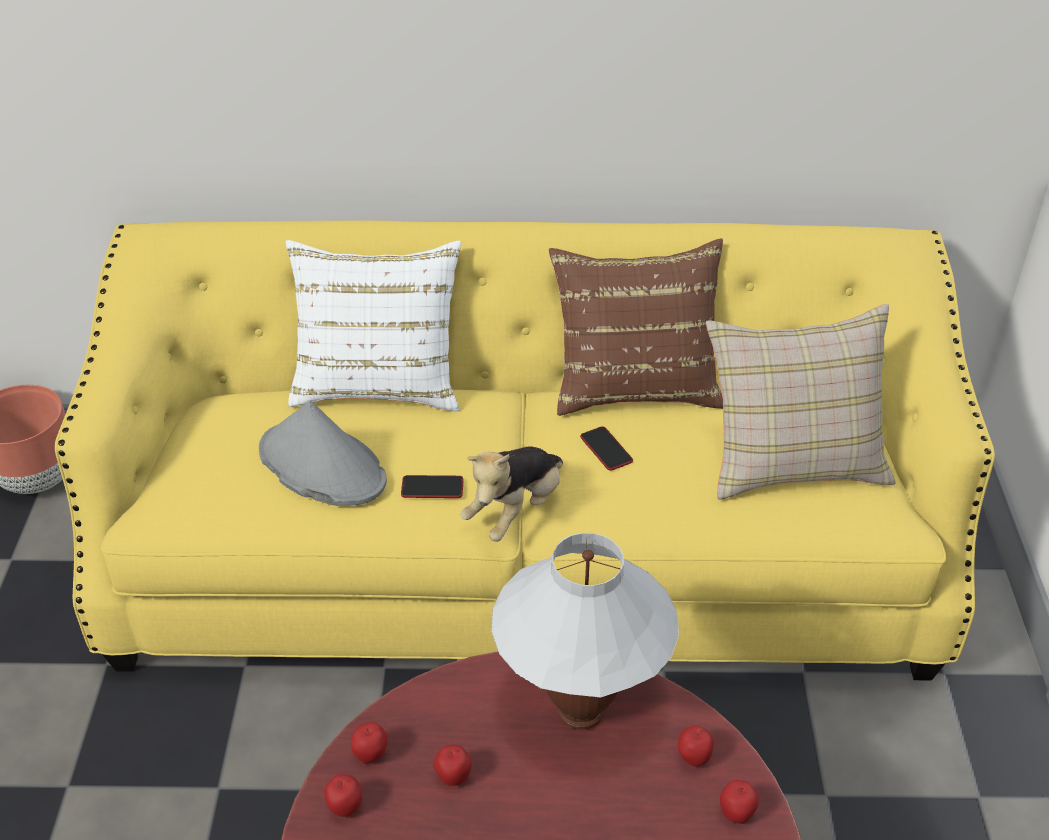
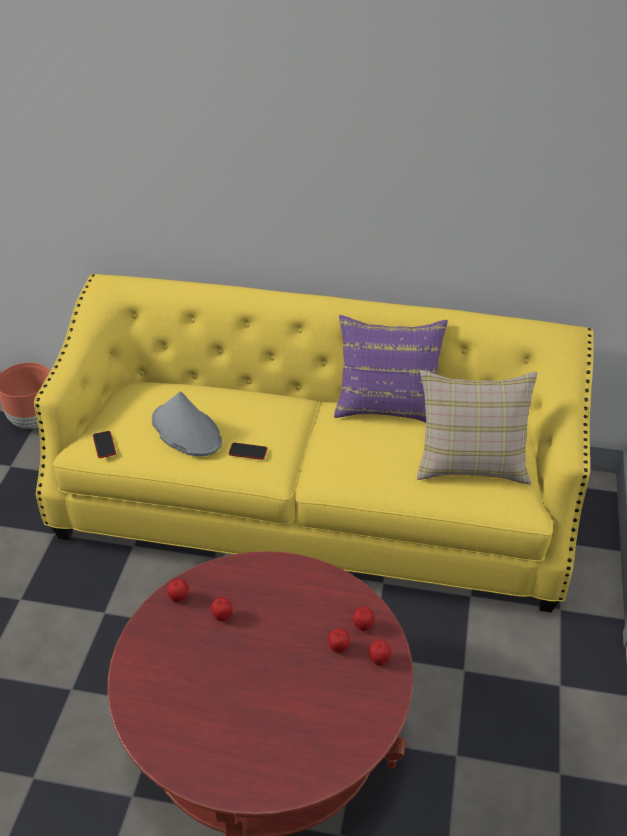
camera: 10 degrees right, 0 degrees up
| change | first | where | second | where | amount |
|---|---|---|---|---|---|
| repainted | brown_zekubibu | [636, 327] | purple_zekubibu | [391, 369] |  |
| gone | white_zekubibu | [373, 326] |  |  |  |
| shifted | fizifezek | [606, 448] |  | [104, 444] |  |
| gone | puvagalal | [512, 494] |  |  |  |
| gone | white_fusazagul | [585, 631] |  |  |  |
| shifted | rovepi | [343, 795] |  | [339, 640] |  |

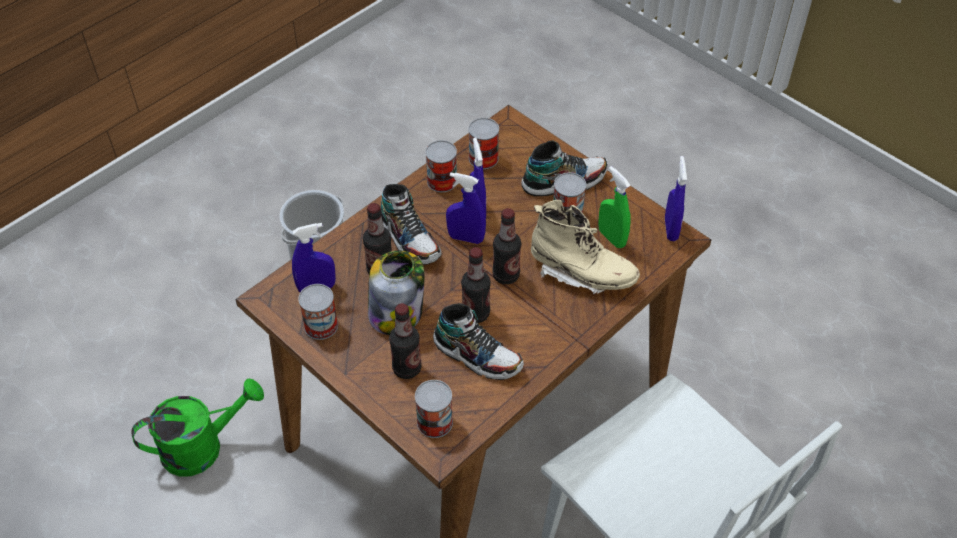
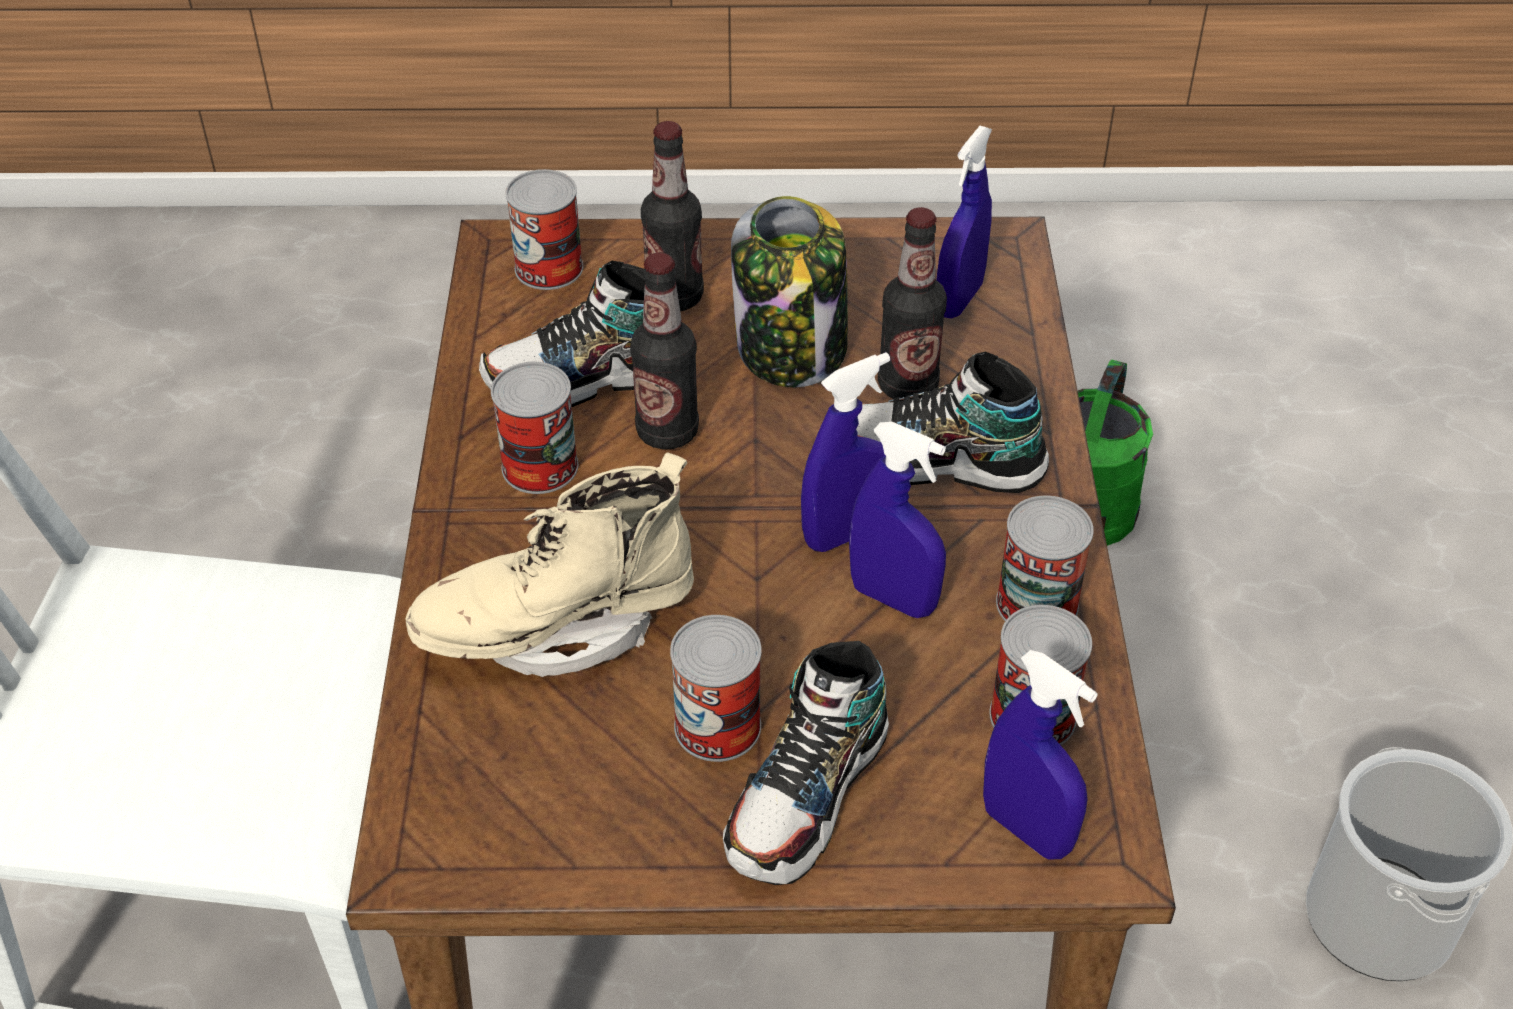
camera: 135 degrees right, 5 degrees down
| change | first | where | second | where | amount |
|---|---|---|---|---|---|
| shifted | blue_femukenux | [676, 198] |  | [1040, 755] |  |
| gone | green_femukenux | [614, 207] |  |  |  |
| gone | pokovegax | [506, 246] |  |  |  |
| shifted | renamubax | [318, 312] |  | [534, 428] |  |

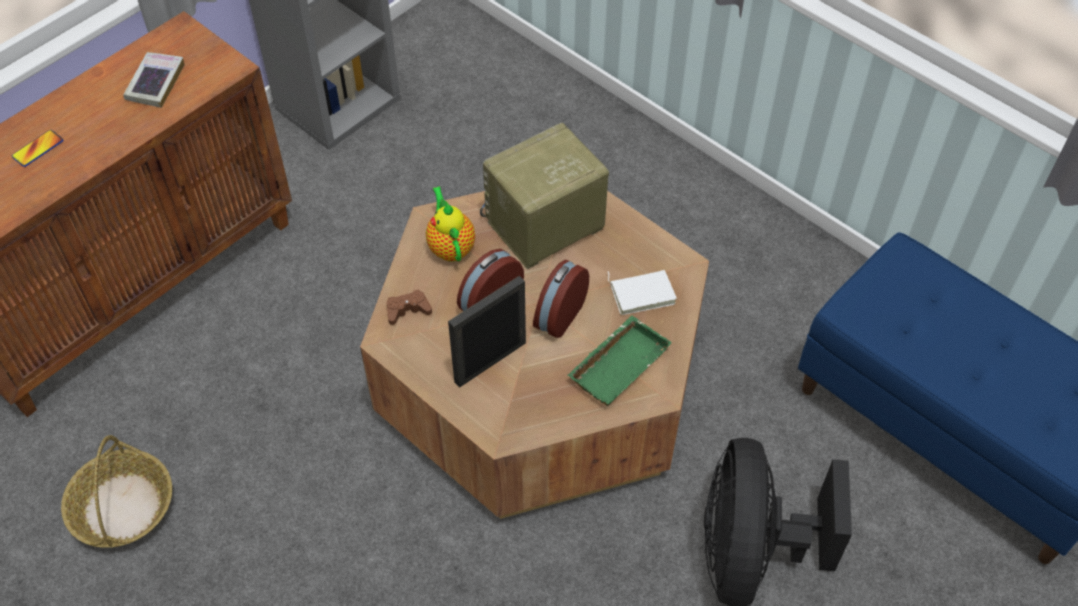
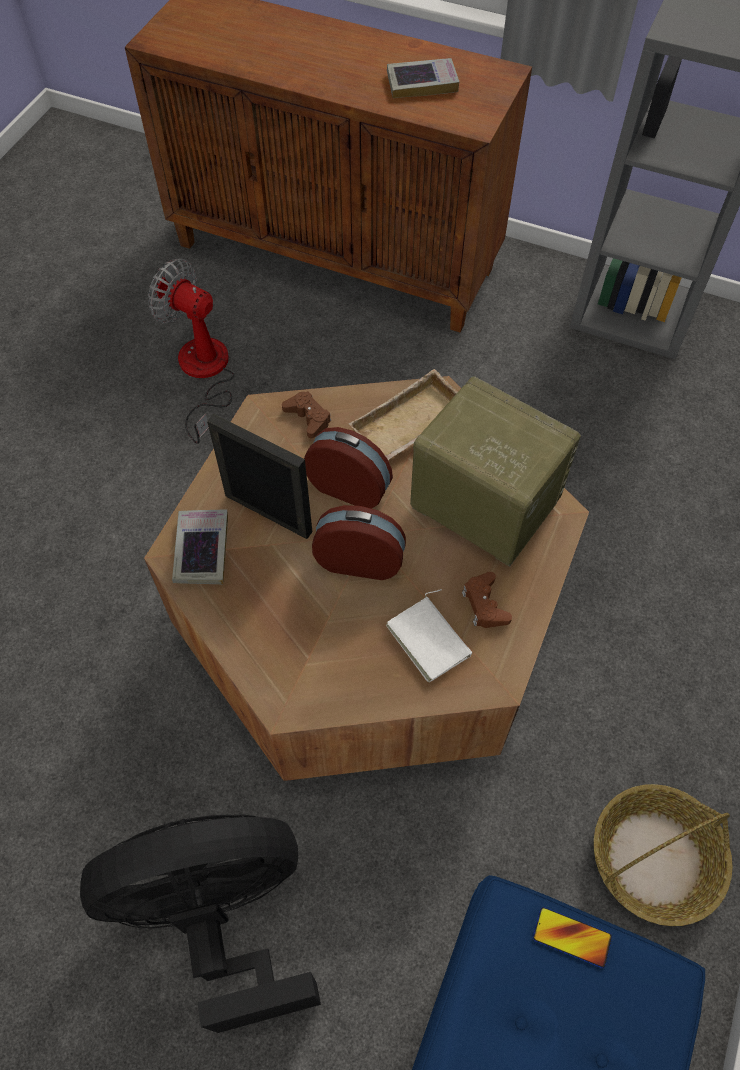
camera: 70 degrees right, 5 degrees up
| change | first | where | second | where | amount |
|---|---|---|---|---|---|
| shifted | fizifezek | [38, 148] |  | [572, 937] |  |
| swapped | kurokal | [450, 224] | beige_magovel | [403, 414] |  |
| gone | green_magovel | [620, 360] |  |  |  |
| shifted | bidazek | [116, 491] |  | [663, 855] |  |
| new |  |  | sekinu | [191, 351] |  |
| new |  |  | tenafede | [200, 547] |  |
| new |  |  | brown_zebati | [487, 600] |  |

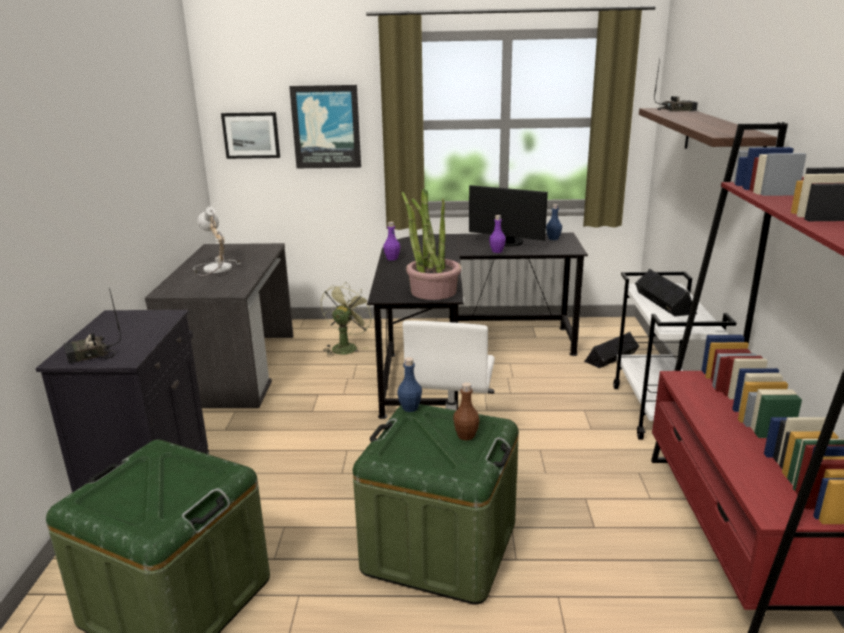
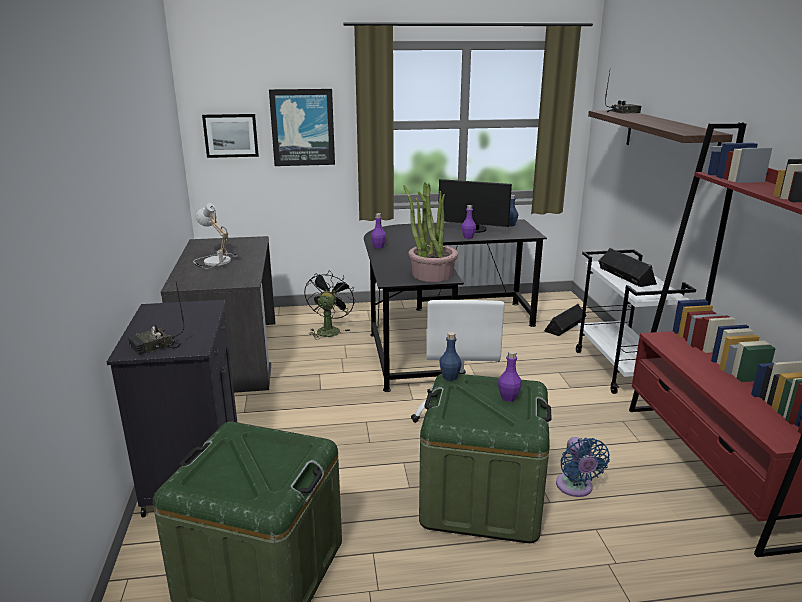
camera: 10 degrees left, 0 degrees up
| change | first | where | second | where | amount |
|---|---|---|---|---|---|
| repainted | green_sekinu | [347, 319] | black_sekinu | [330, 305] |  |
| repainted | brown_pokovegax | [466, 411] | purple_pokovegax | [510, 375] |  |
| new |  |  | blue_sekinu | [583, 467] |  |

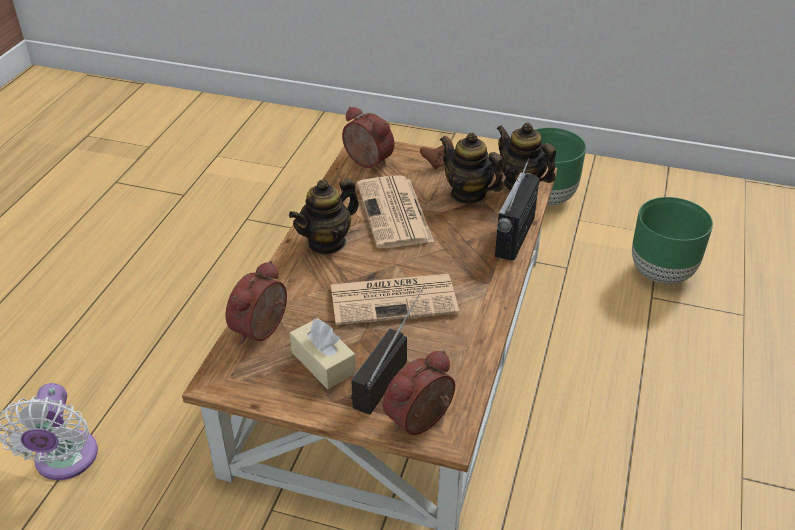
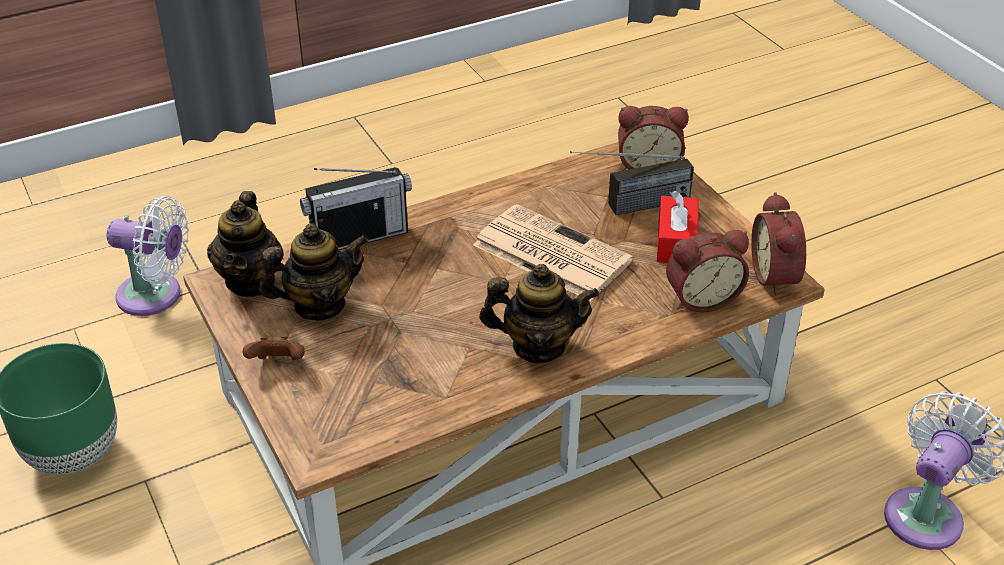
camera: 135 degrees left, 0 degrees up
| change | first | where | second | where | amount |
|---|---|---|---|---|---|
| shifted | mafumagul | [368, 137] |  | [778, 244] |  |
| rotated | kurokal | [472, 168] |  | [314, 272] | 105 degrees counterclockwise |
| gone | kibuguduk | [395, 211] |  |  |  |
| swapped | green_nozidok | [672, 240] | white_sekinu | [147, 256] |  |
| repainted | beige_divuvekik | [323, 353] | red_divuvekik | [678, 227] |  |

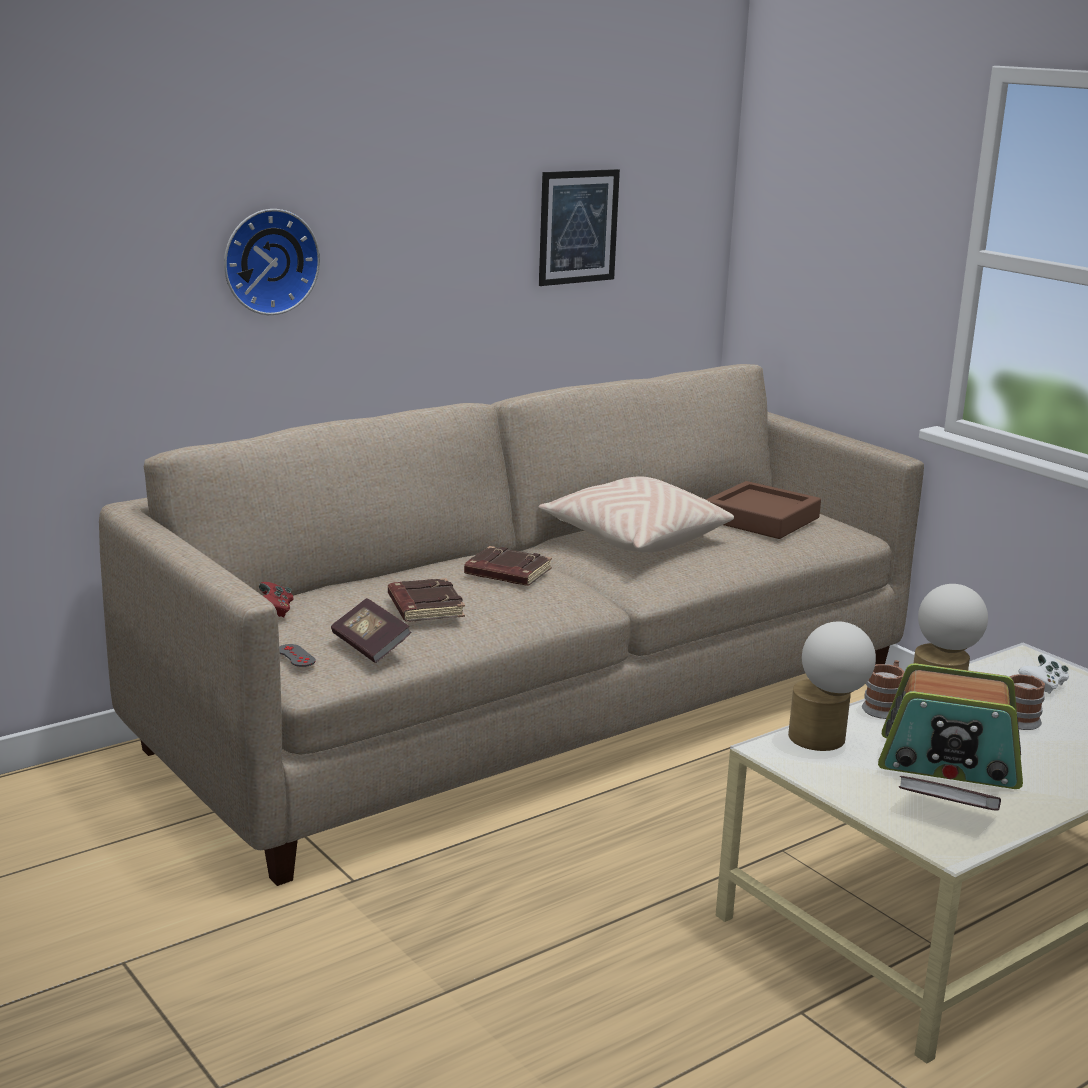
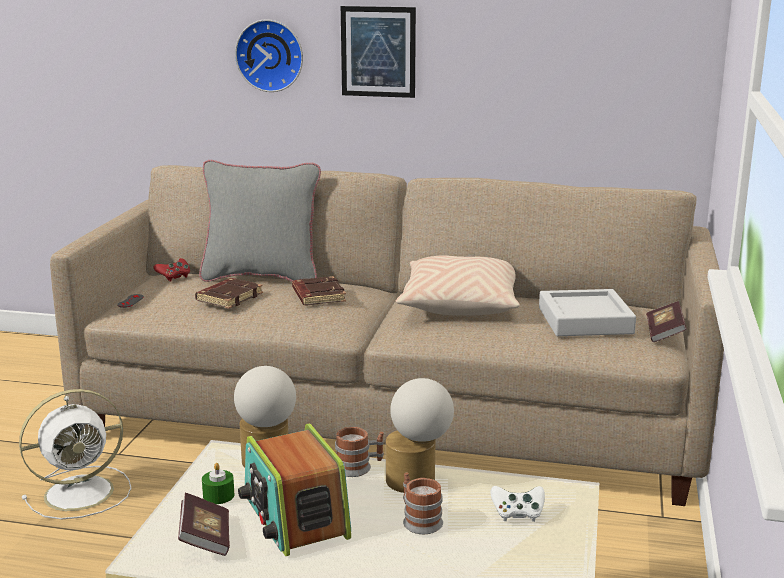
camera: 50 degrees right, 0 degrees up
| change | first | where | second | where | amount |
|---|---|---|---|---|---|
| shifted | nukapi | [579, 227] |  | [378, 52] |  |
| repainted | brown_magovel | [763, 510] | grey_magovel | [587, 312] |  |
| shifted | tenafede | [371, 630] |  | [666, 321] |  |
| new |  |  | grey_zekubibu | [260, 221] |  |
| new |  |  | white_sekinu | [75, 454] |  |
| new |  |  | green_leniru | [218, 483] |  |

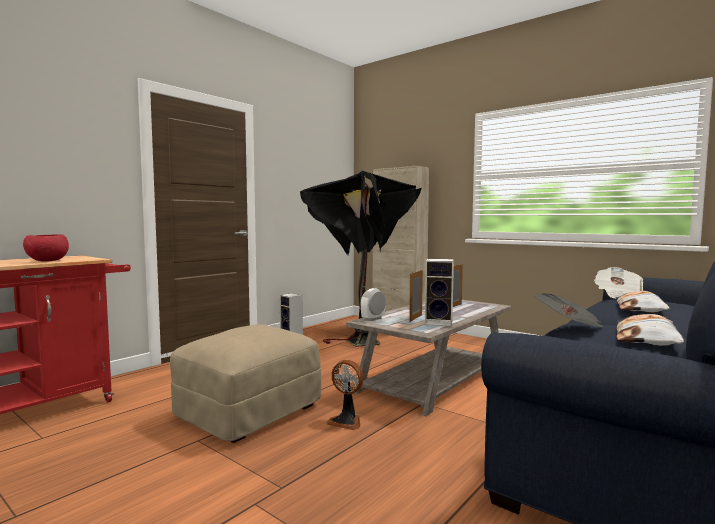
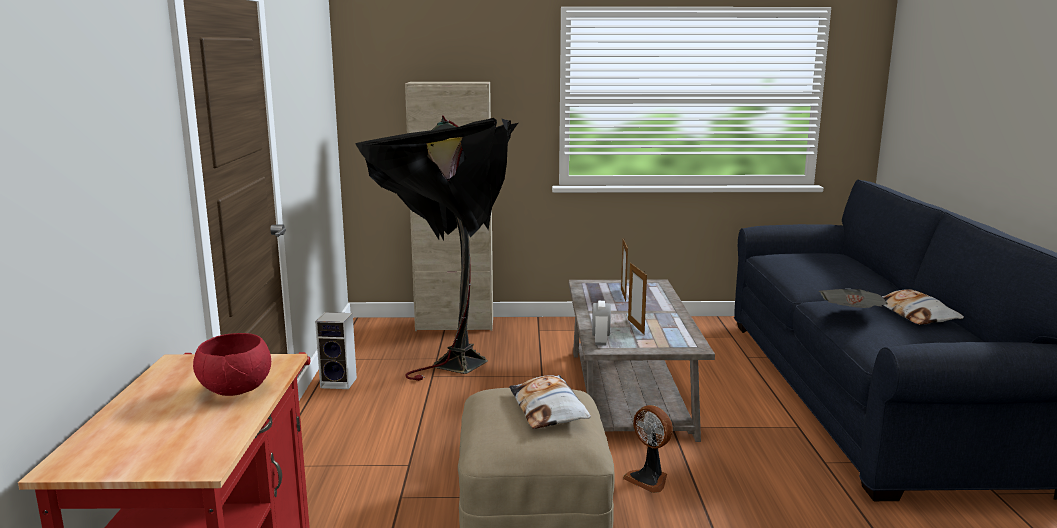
camera: 40 degrees left, 10 degrees up
| change | first | where | second | where | amount |
|---|---|---|---|---|---|
| gone | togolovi | [439, 293] |  |  |  |
| gone | kibuguduk | [618, 283] |  |  |  |
| shifted | zekubibu | [642, 302] |  | [550, 402] |  |
| rotated | sekinu | [345, 395] |  | [648, 449] | 60 degrees clockwise |

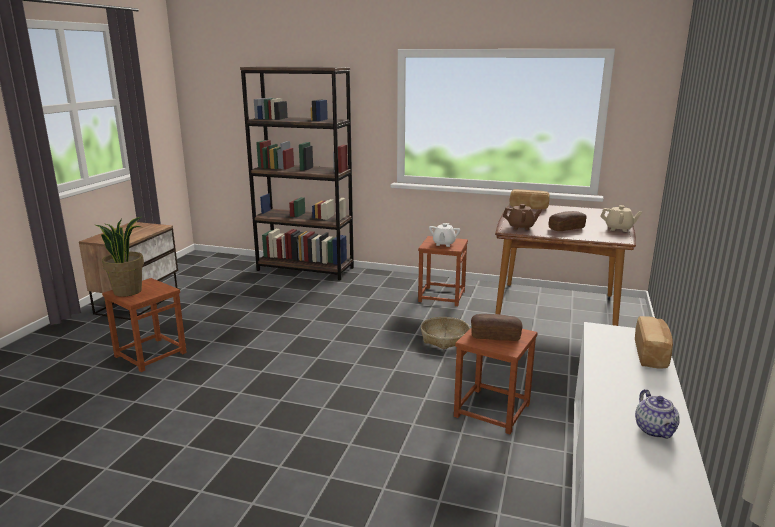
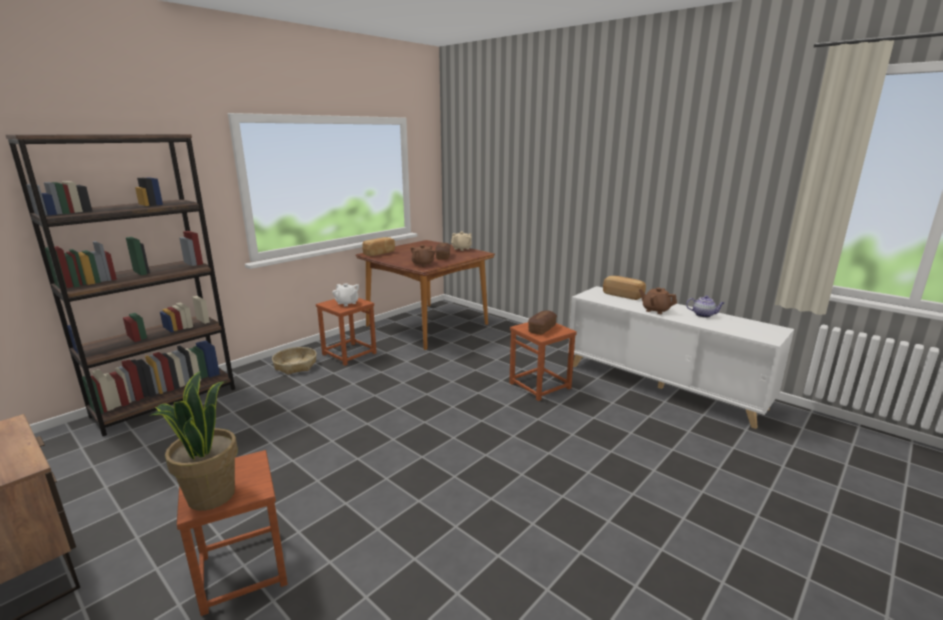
camera: 65 degrees left, 0 degrees up
| change | first | where | second | where | amount |
|---|---|---|---|---|---|
| shifted | bidazek | [445, 333] |  | [294, 361] |  |
| new |  |  | brown_kurokal | [658, 301] |  |

